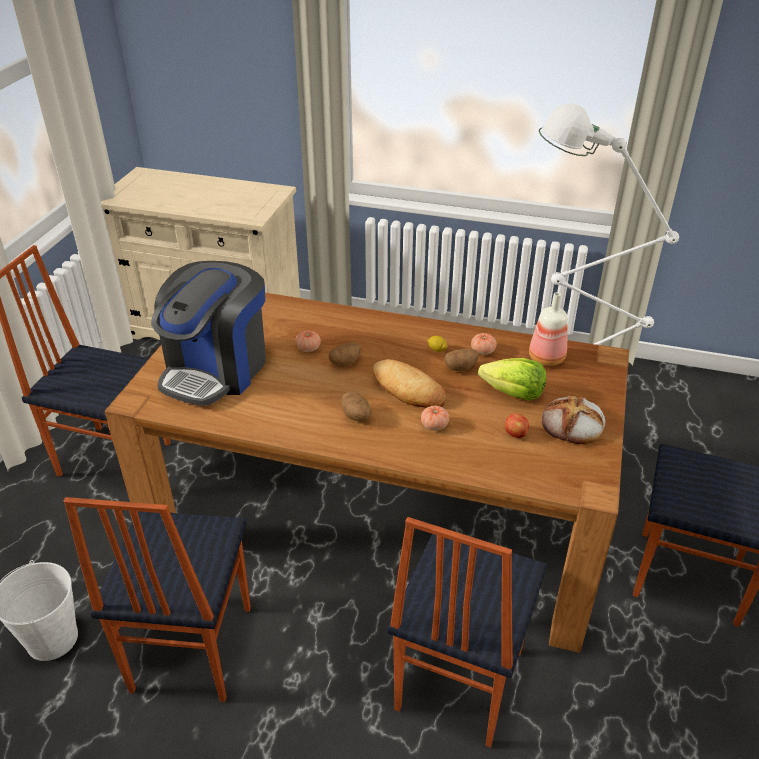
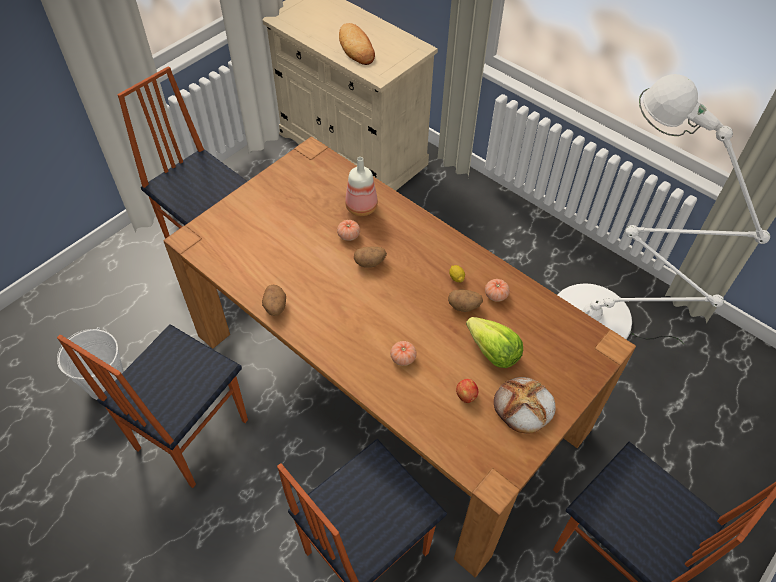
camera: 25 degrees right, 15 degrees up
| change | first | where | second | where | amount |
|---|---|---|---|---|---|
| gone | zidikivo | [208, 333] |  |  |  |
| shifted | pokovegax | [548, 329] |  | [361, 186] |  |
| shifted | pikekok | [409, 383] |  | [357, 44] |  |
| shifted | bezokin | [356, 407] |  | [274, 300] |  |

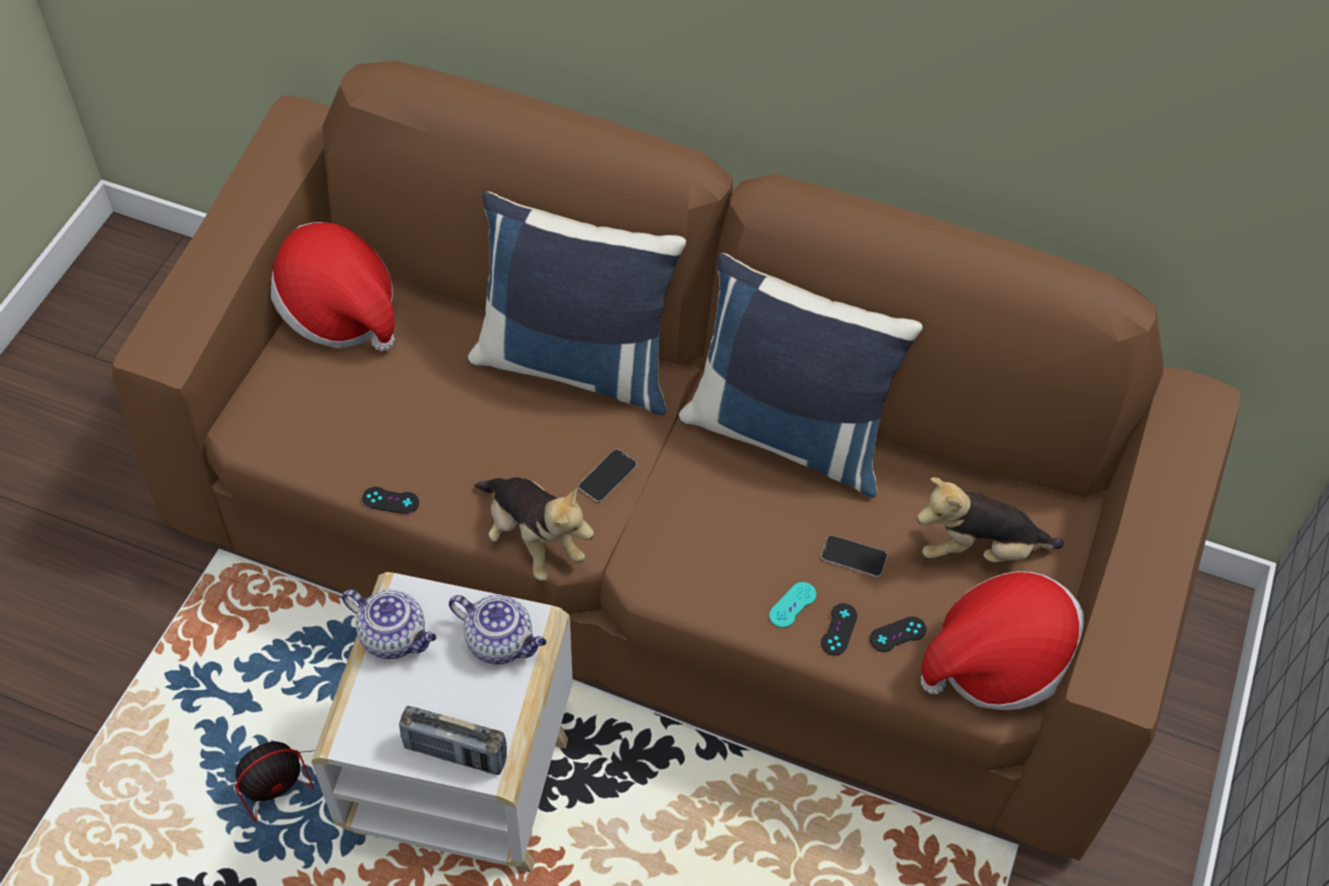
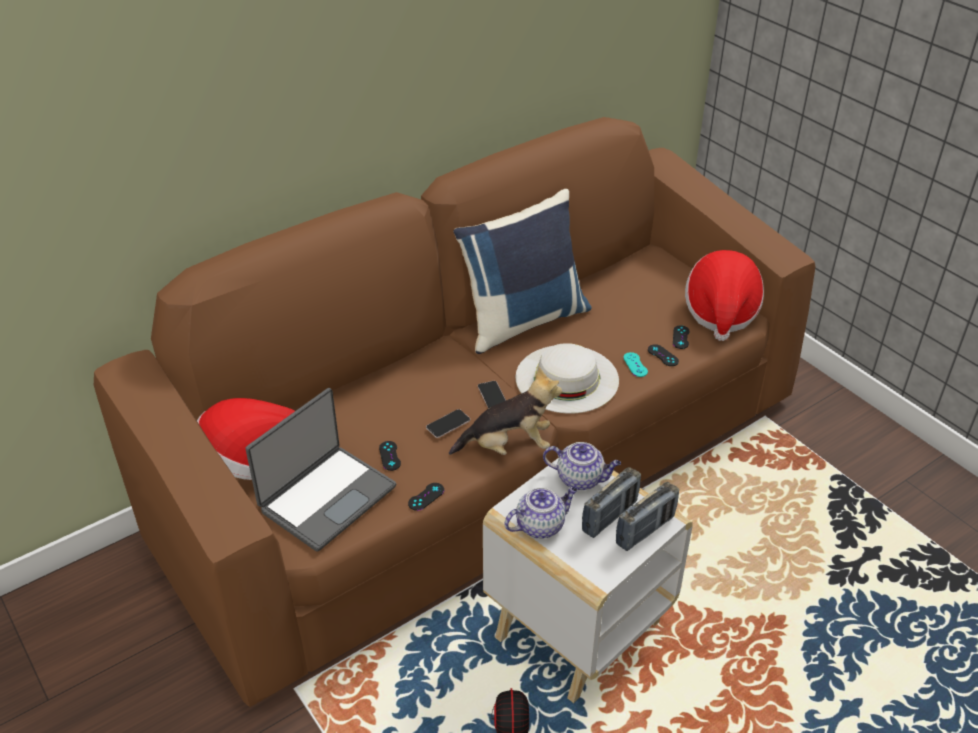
camera: 55 degrees left, 15 degrees down
| change | first | where | second | where | amount |
|---|---|---|---|---|---|
| gone | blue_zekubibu | [576, 303] |  |  |  |
| gone | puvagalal | [990, 519] |  |  |  |
| shifted | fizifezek | [854, 556] |  | [448, 423] |  |
| rotated | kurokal | [498, 630] |  | [582, 466] | 45 degrees clockwise |
| new |  |  | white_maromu | [567, 378] |  |
| new |  |  | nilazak | [320, 470] |  |
| new |  |  | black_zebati | [390, 456] |  |
| new |  |  | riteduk | [611, 502] |  |

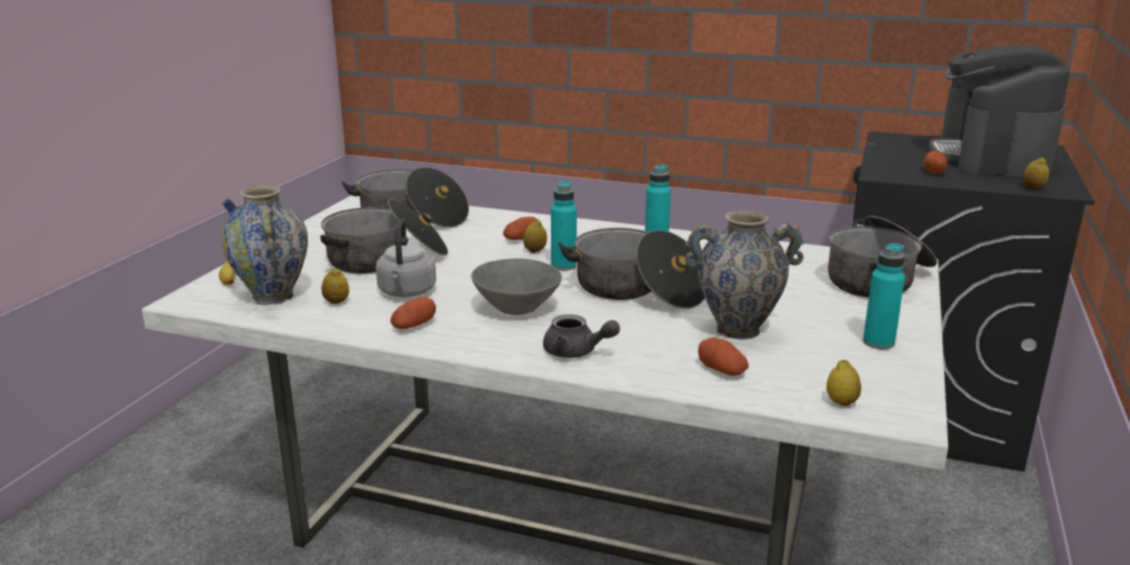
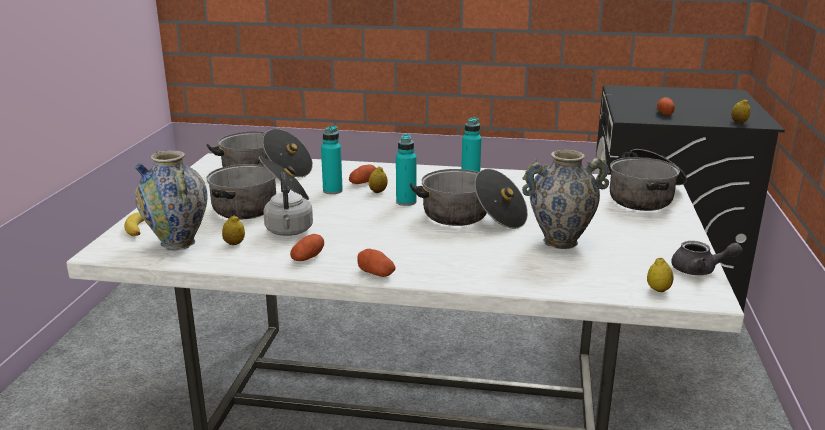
camera: 10 degrees left, 0 degrees up
| change | first | where | second | where | amount |
|---|---|---|---|---|---|
| gone | zidikivo | [999, 111] |  |  |  |
| shifted | turquoise_pokovegax | [884, 296] |  | [332, 160] |  |
| gone | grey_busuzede | [516, 287] |  |  |  |
| shifted | grey_kurokal | [581, 336] |  | [707, 258] |  |
| shifted | bezokin | [723, 356] |  | [376, 263] |  |

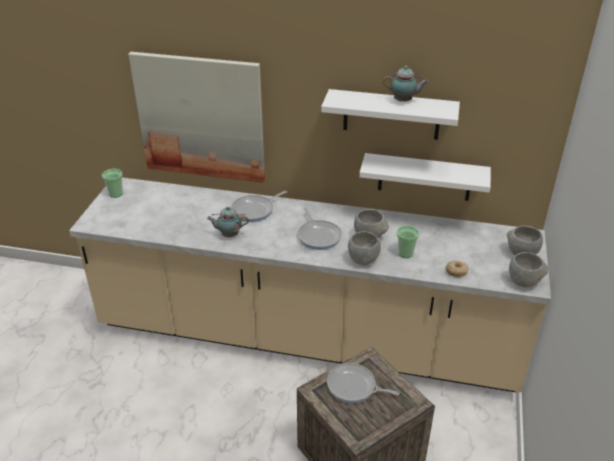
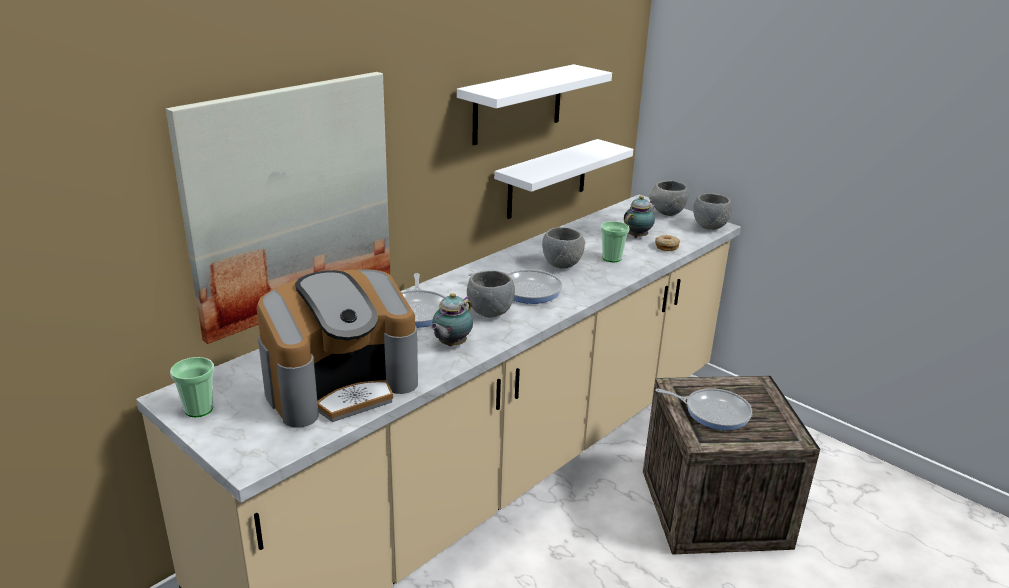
camera: 60 degrees left, 10 degrees down
| change | first | where | second | where | amount |
|---|---|---|---|---|---|
| shifted | kurokal | [405, 84] |  | [639, 217] |  |
| shifted | grey_busuzede | [364, 248] |  | [491, 294] |  |
| rotated | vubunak | [363, 383] |  | [704, 409] | 120 degrees counterclockwise |
| new |  |  | zidikivo | [337, 348] |  |

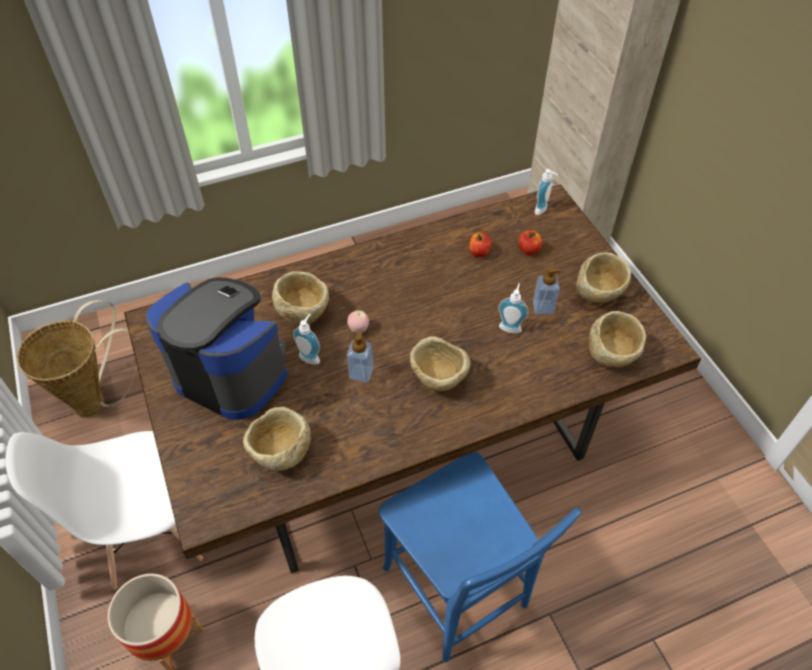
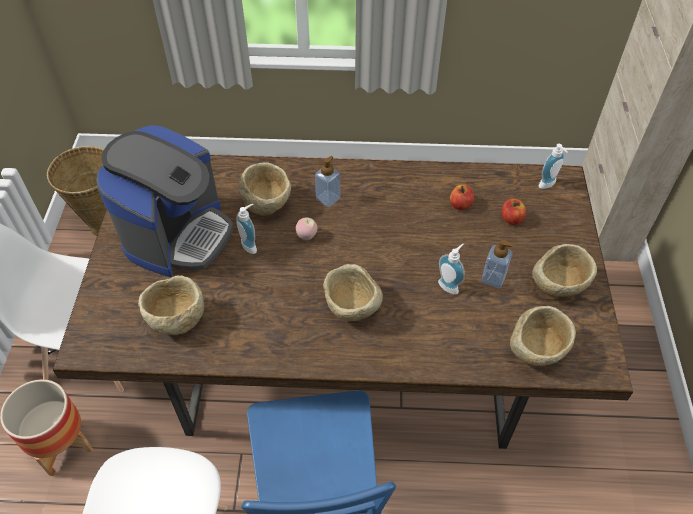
camera: 25 degrees right, 0 degrees up
| change | first | where | second | where | amount |
|---|---|---|---|---|---|
| rotated | zidikivo | [216, 349] |  | [165, 201] | 60 degrees clockwise |
| shifted | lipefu | [360, 356] |  | [327, 181] |  |

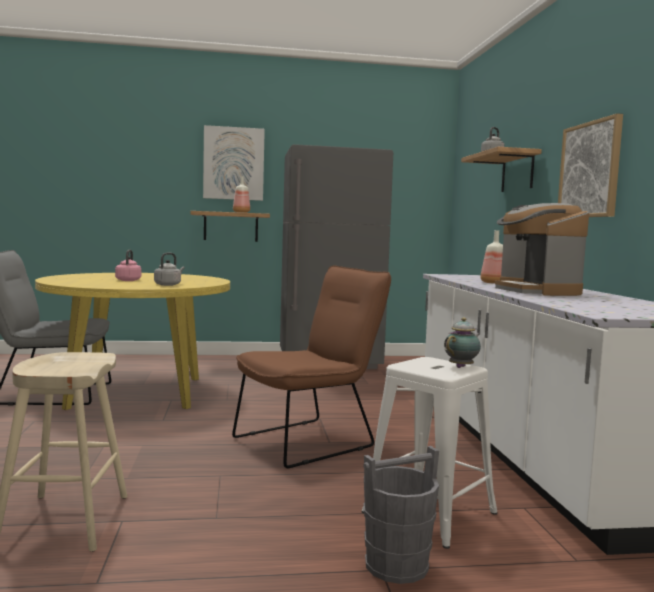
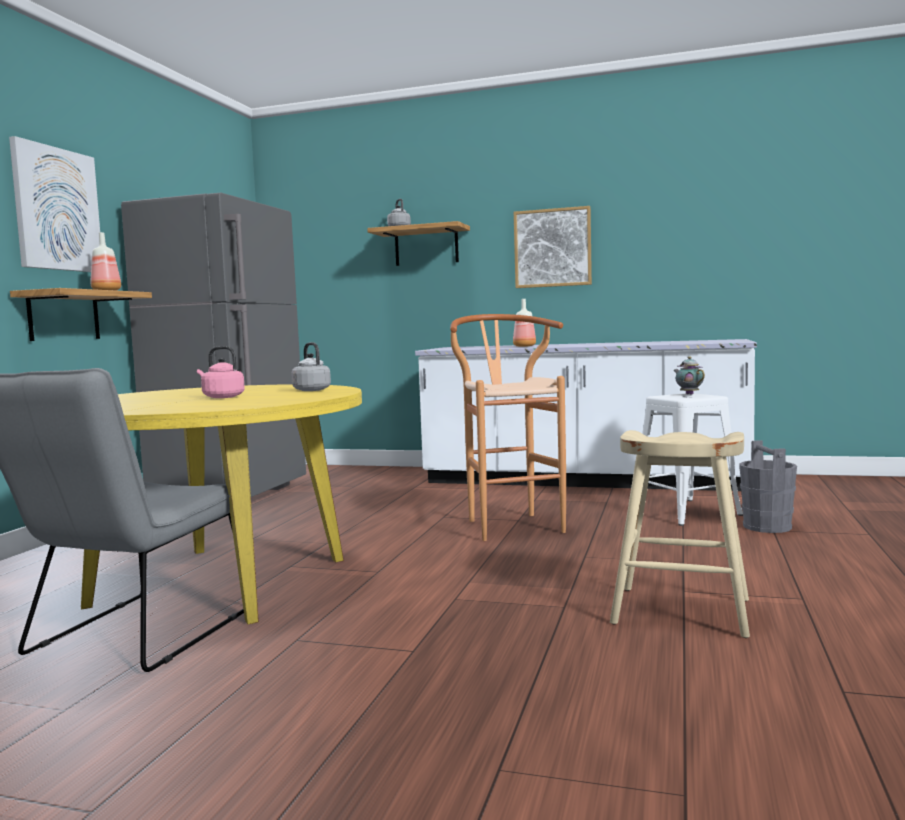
camera: 65 degrees left, 0 degrees up
| change | first | where | second | where | amount |
|---|---|---|---|---|---|
| gone | zidikivo | [542, 249] |  |  |  |
| swapped | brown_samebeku | [311, 367] | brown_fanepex | [508, 427] |  |

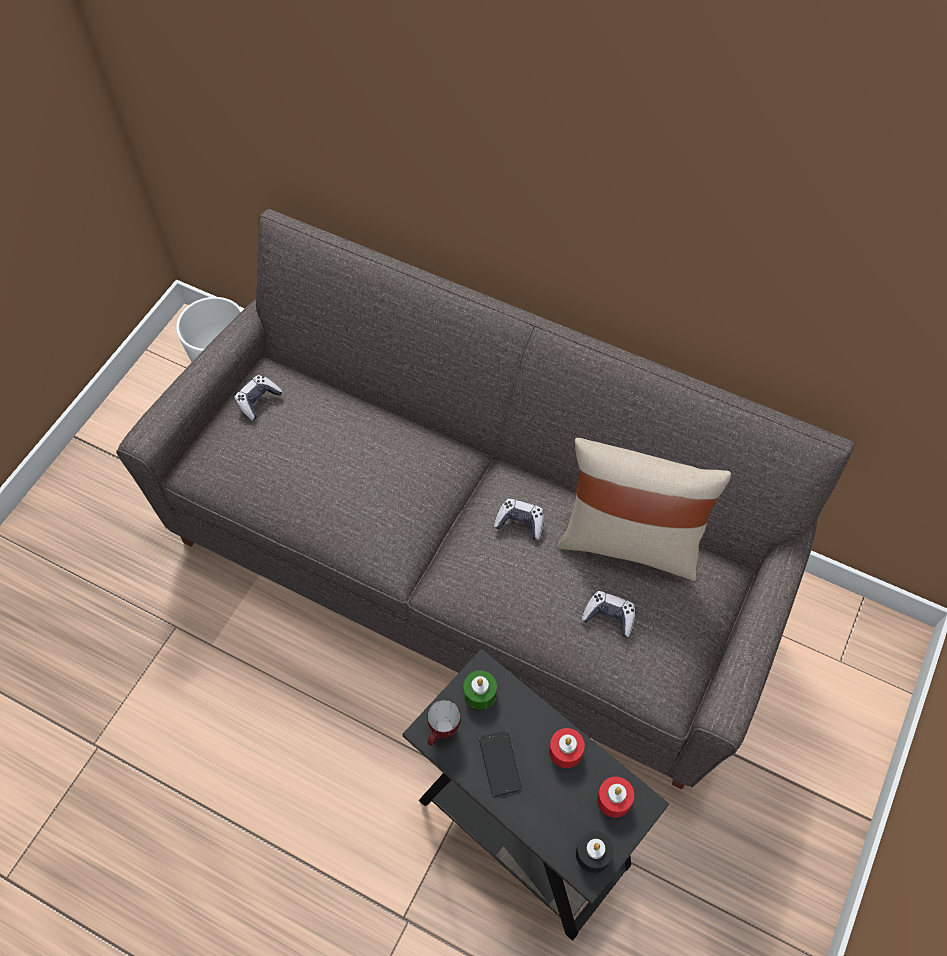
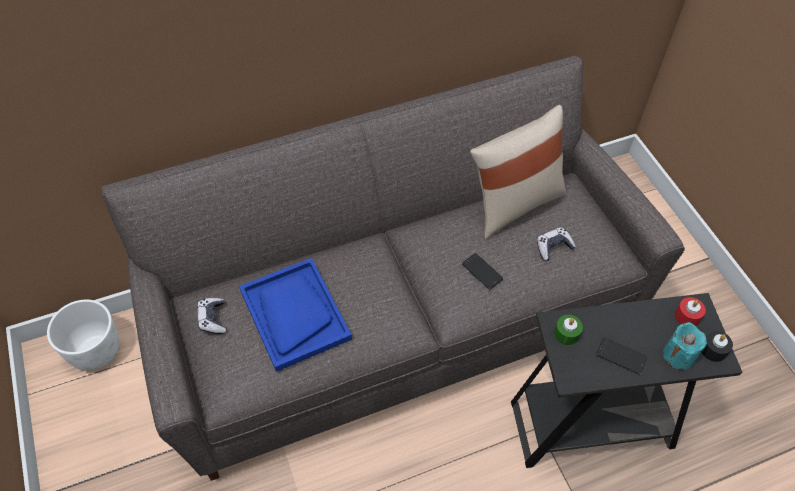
camera: 50 degrees left, 5 degrees down
| change | first | where | second | where | amount |
|---|---|---|---|---|---|
| gone | zebati | [519, 519] |  |  |  |
| gone | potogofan | [444, 723] |  |  |  |
| gone | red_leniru | [567, 748] |  |  |  |
| new |  |  | fizifezek | [482, 271] |  |
| new |  |  | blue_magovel | [295, 315] |  |
| new |  |  | turquoise_leniru | [685, 346] |  |

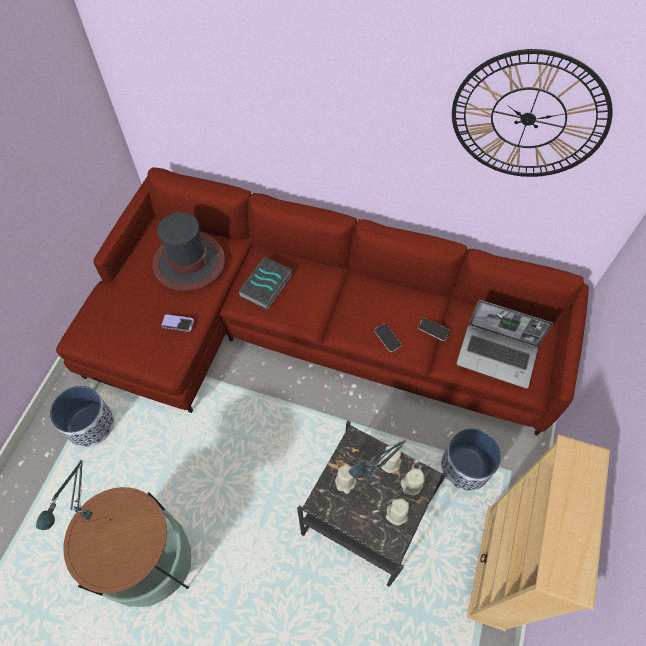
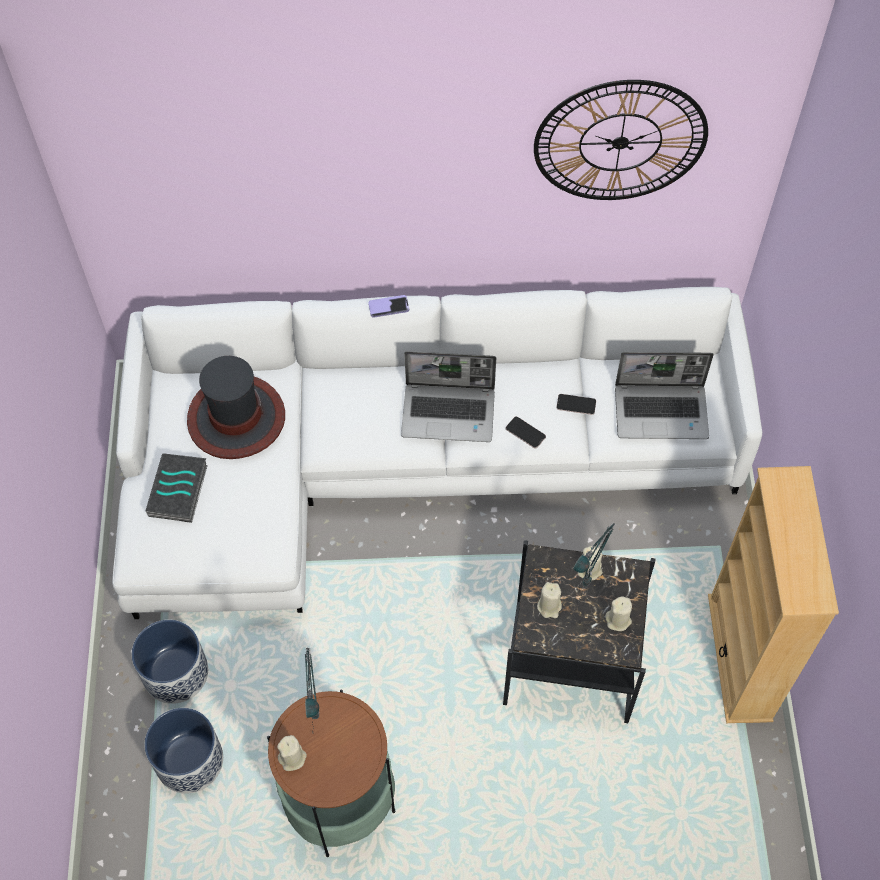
camera: 20 degrees left, 0 degrees up
| change | first | where | second | where | amount |
|---|---|---|---|---|---|
| repainted | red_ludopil | [322, 301] | white_ludopil | [437, 453] |  |
| shifted | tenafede | [265, 283] |  | [176, 488] |  |
| shifted | fizifezek | [178, 323] |  | [388, 306] |  |
| shifted | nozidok | [471, 459] |  | [183, 751] |  |
| shifted | beige_leniru | [412, 481] |  | [292, 753] |  |
| new |  |  | nilazak | [448, 396] |  |

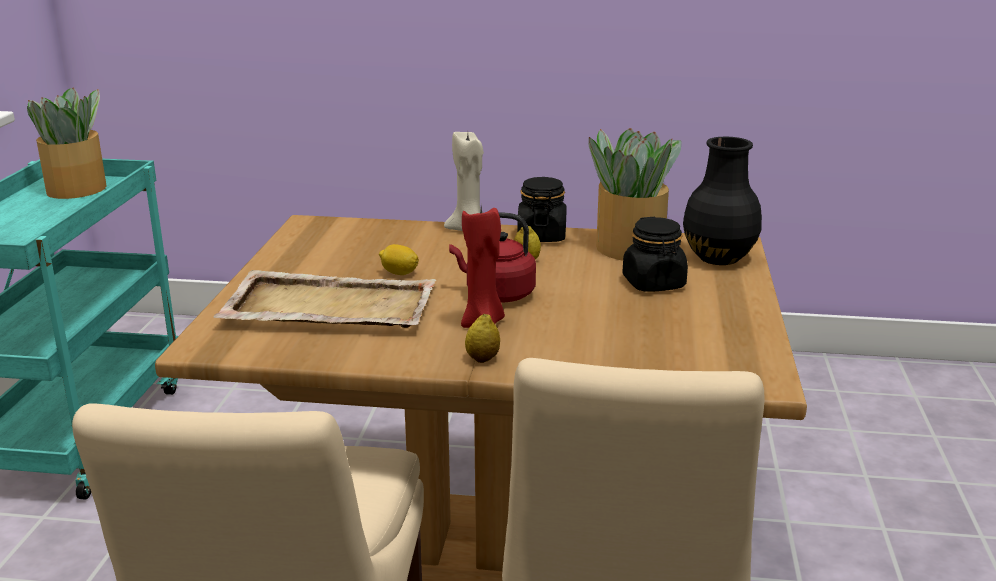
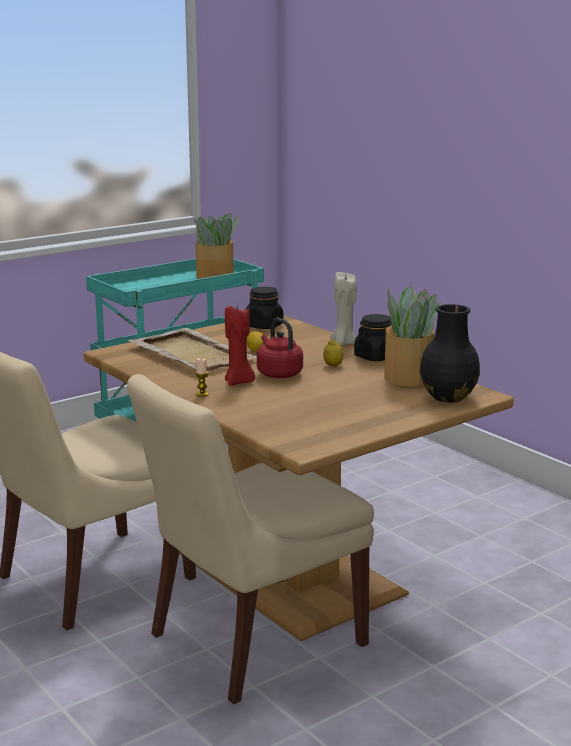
camera: 45 degrees right, 5 degrees down
| change | first | where | second | where | amount |
|---|---|---|---|---|---|
| shifted | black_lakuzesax | [655, 254] |  | [264, 308] |  |
| swapped | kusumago | [482, 338] | leniru | [202, 377] |  |

